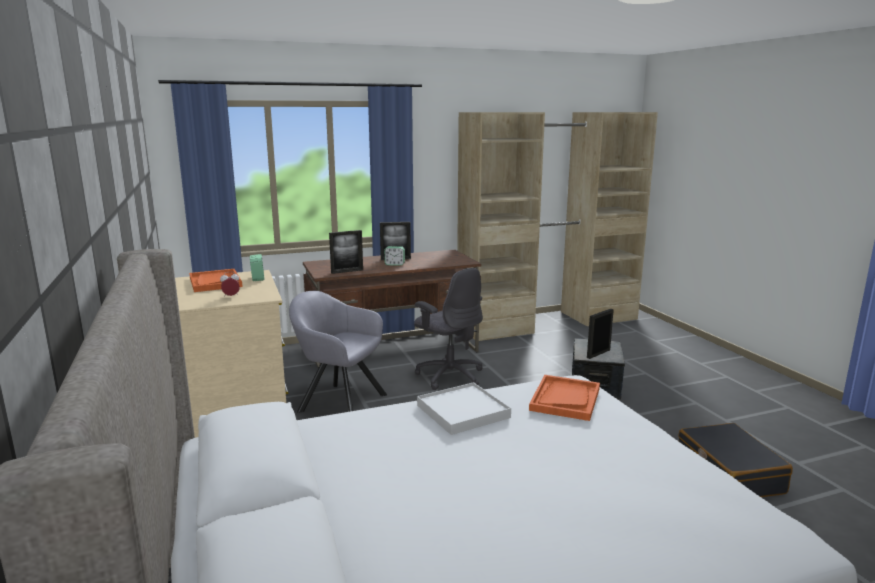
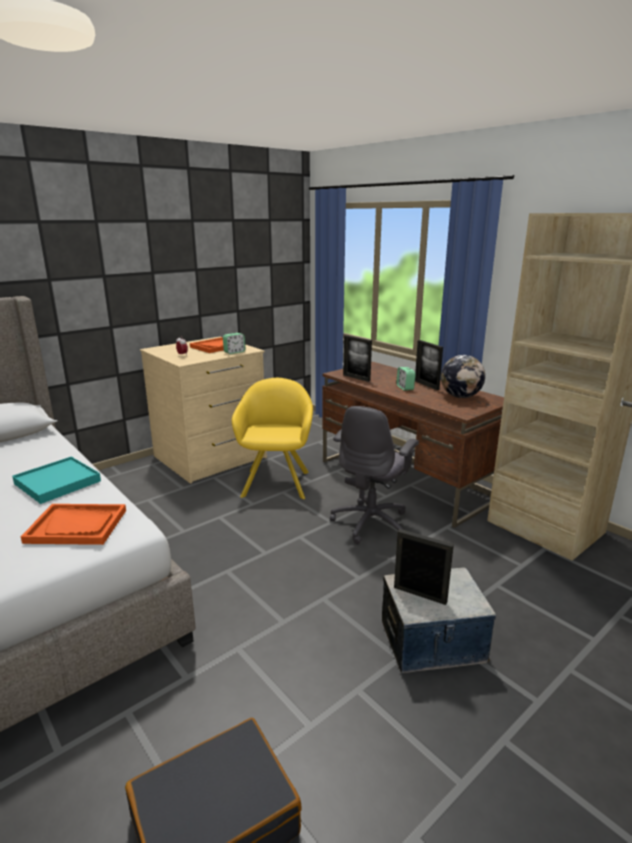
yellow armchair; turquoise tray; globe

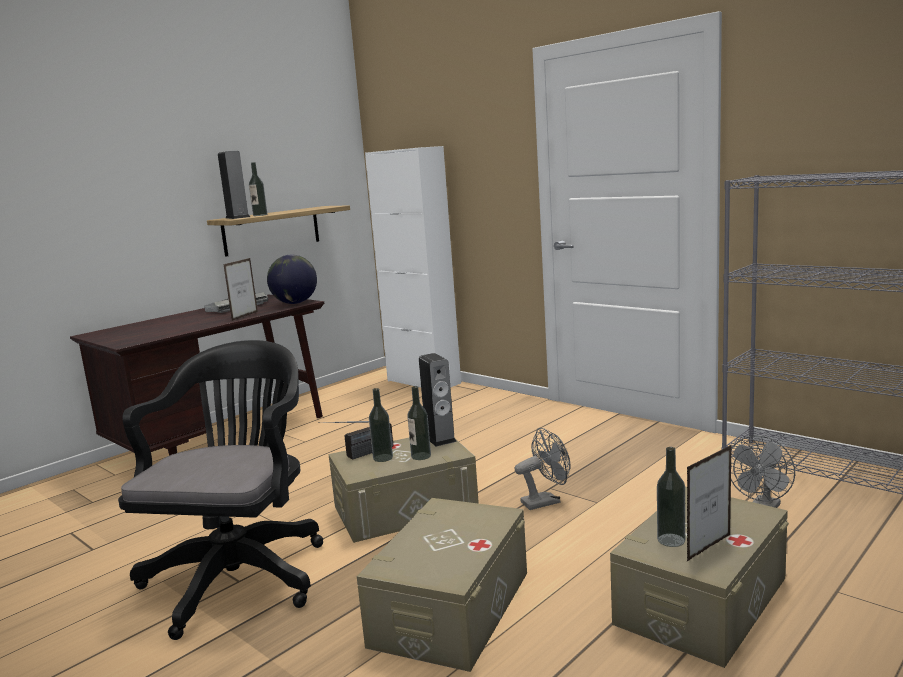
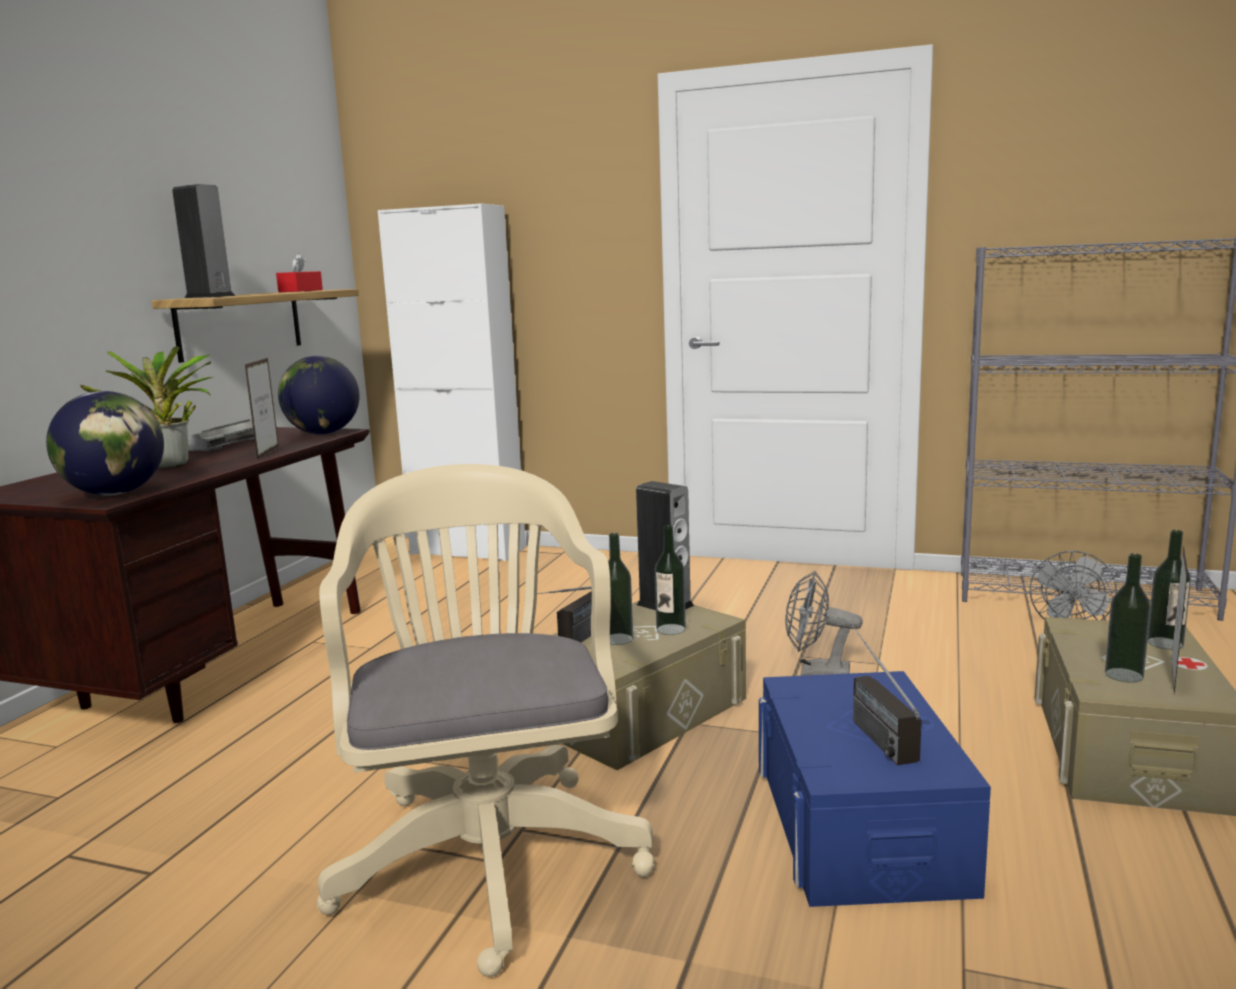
beige office chair; bottle (4th from left); blue storage box; grey fan (1st from left); globe (1st from left); potted plant; red tissue box; radio (2nd from left)

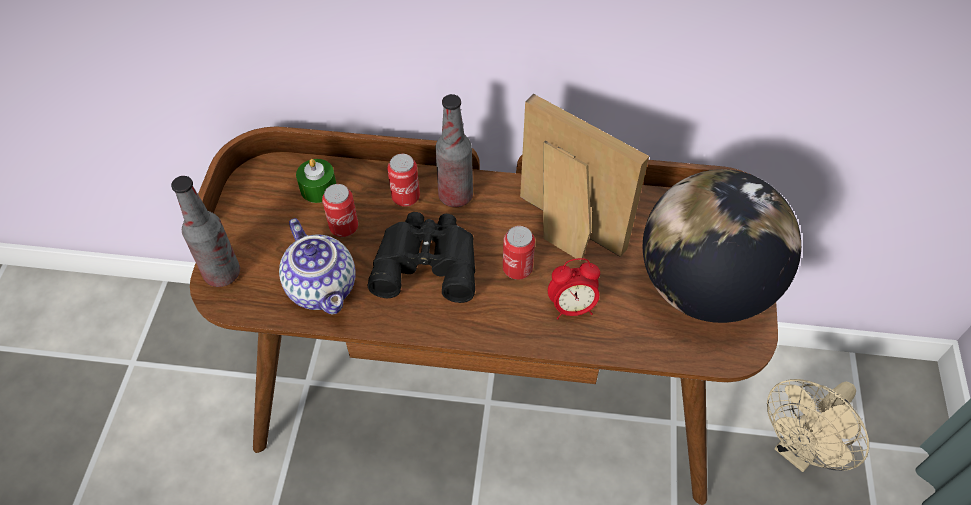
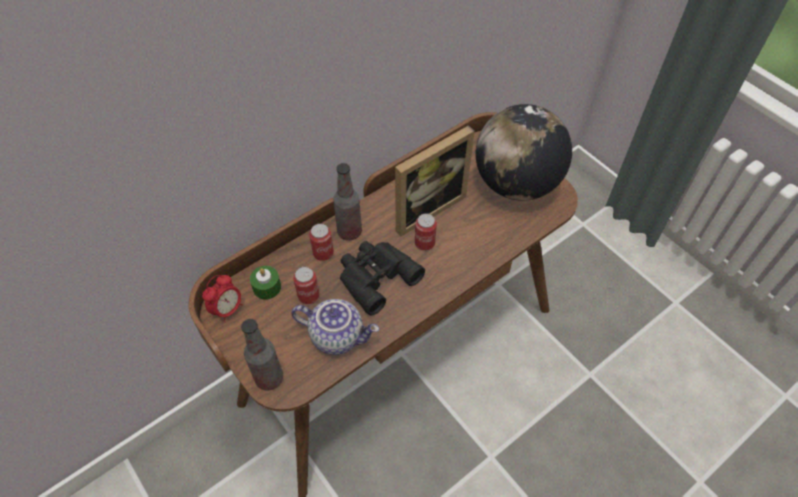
picture frame; alarm clock; beige fan

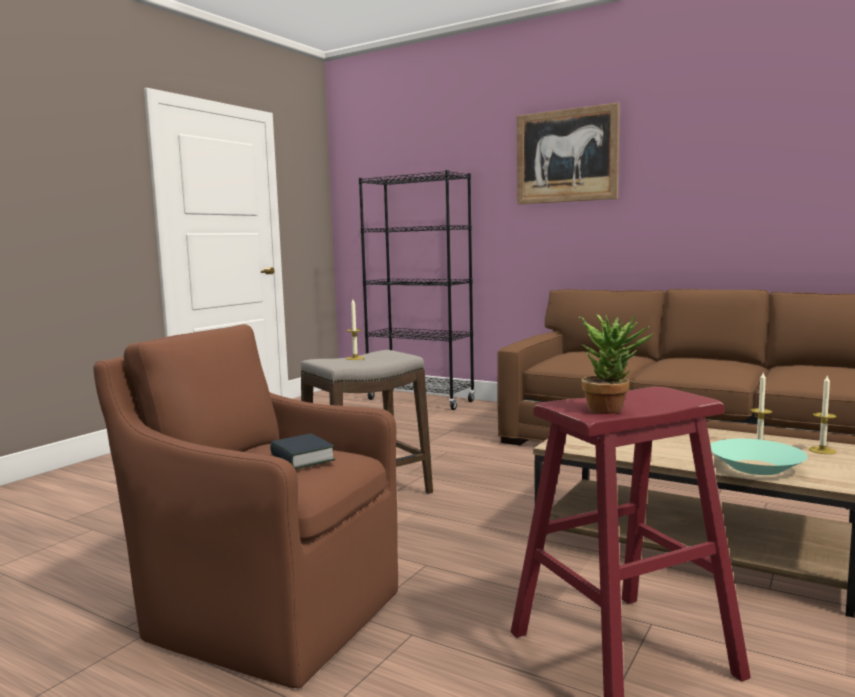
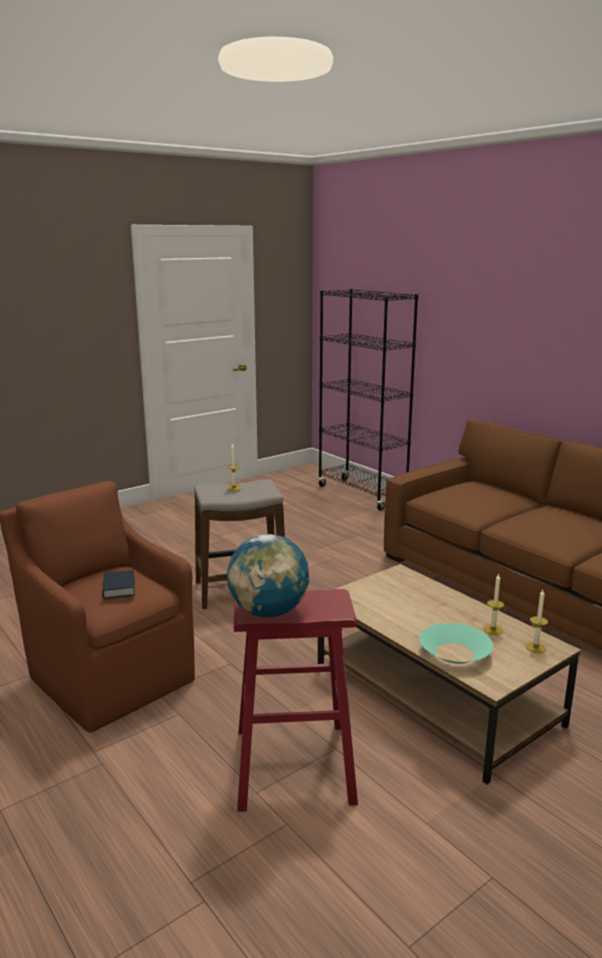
picture; globe

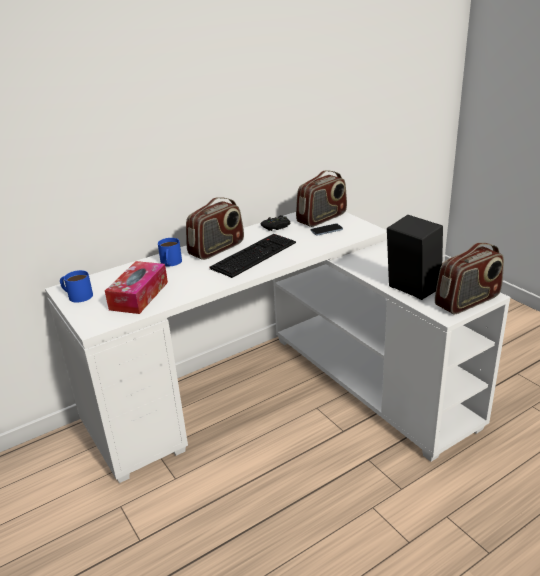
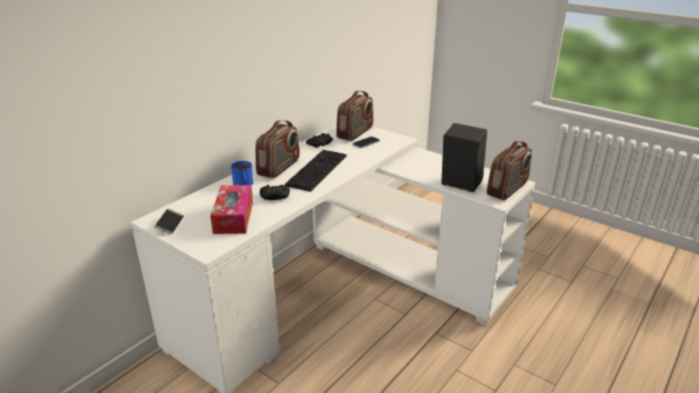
phone (1st from left); black game controller (1st from left)

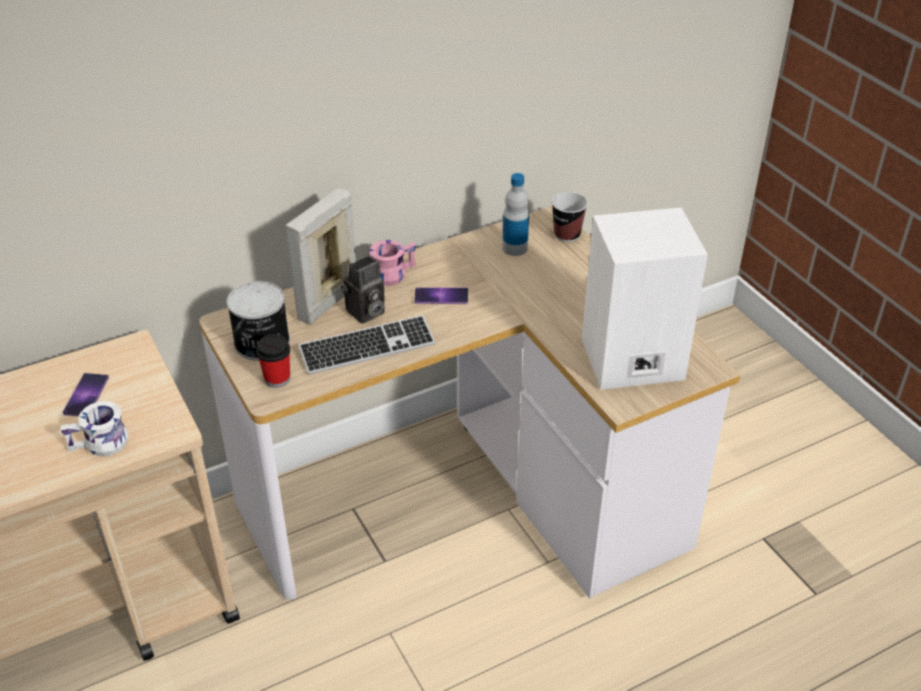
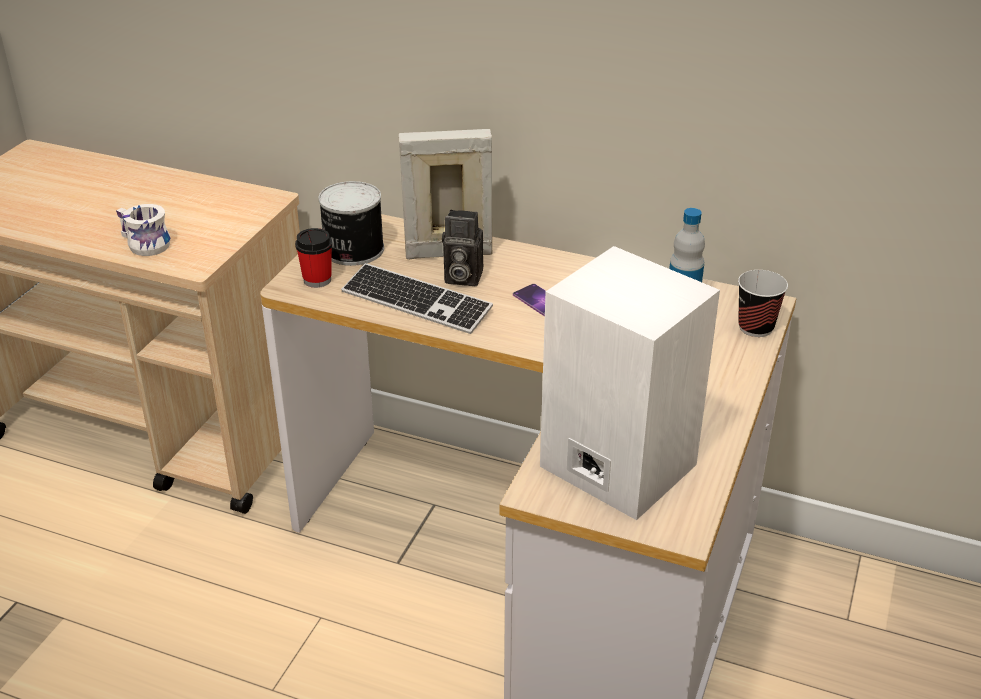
phone (1st from left in the first image); pink mug

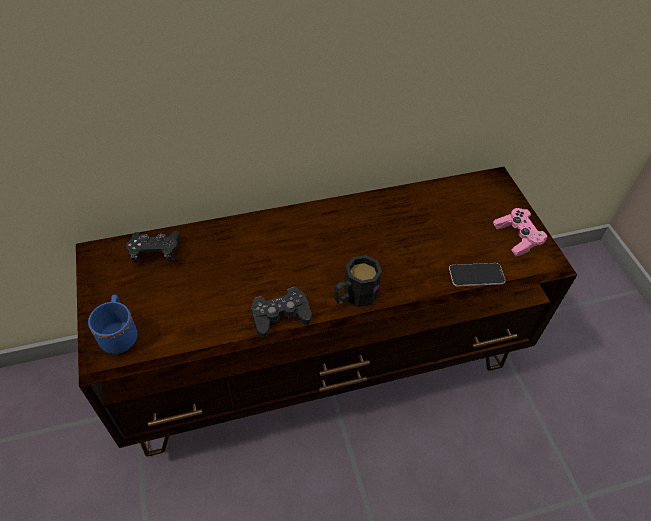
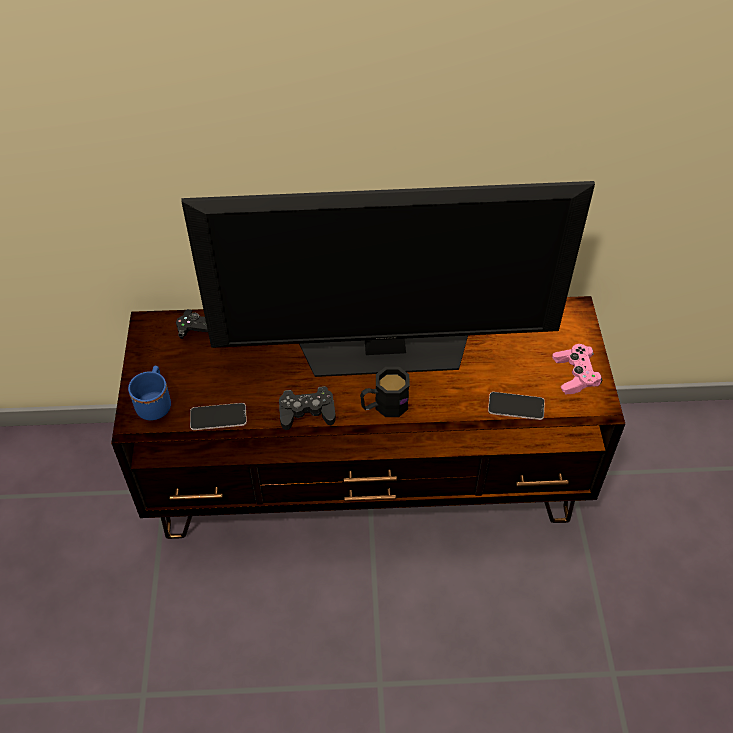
television; phone (1st from left)

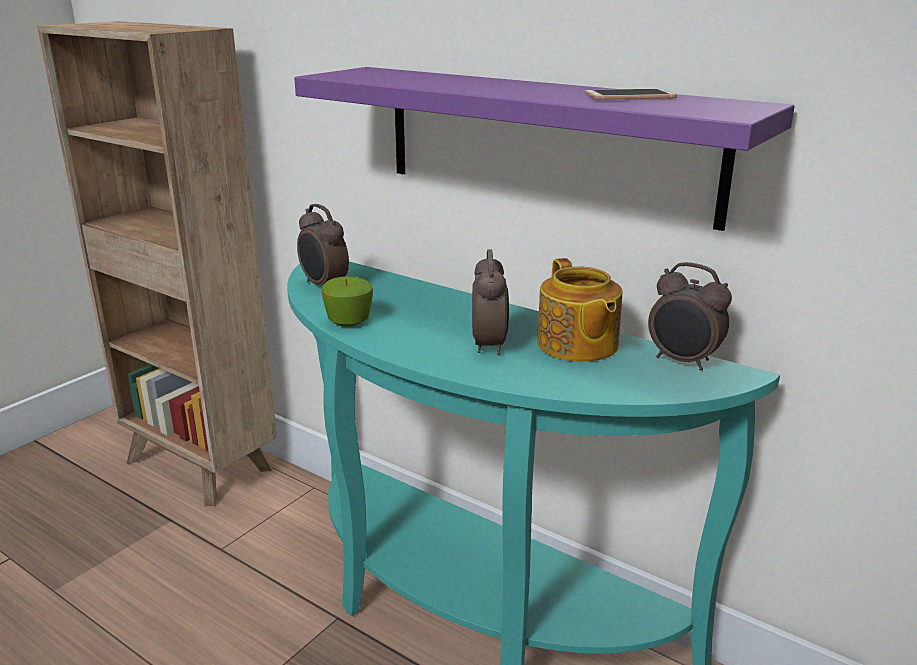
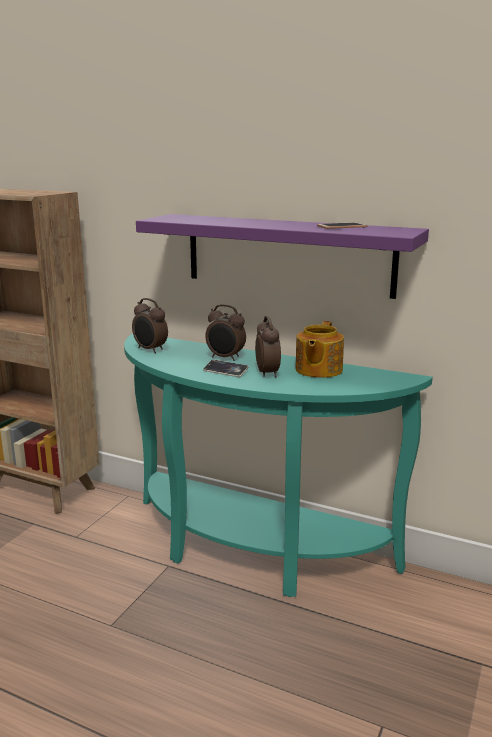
apple; teapot; alarm clock (2nd from left); phone (1st from left)

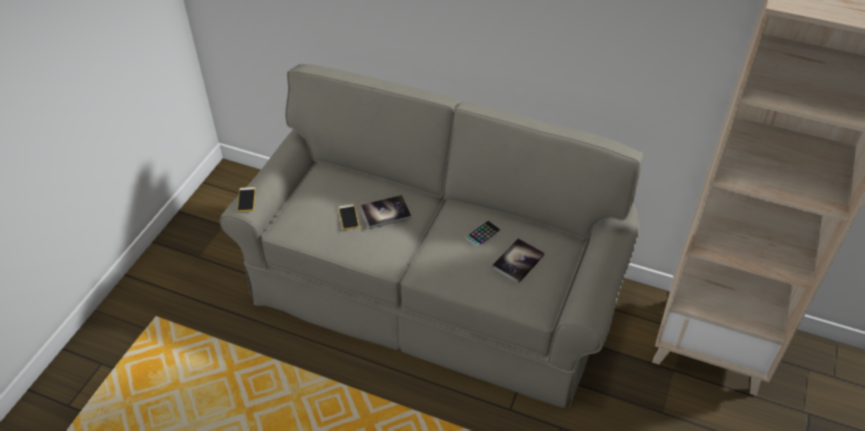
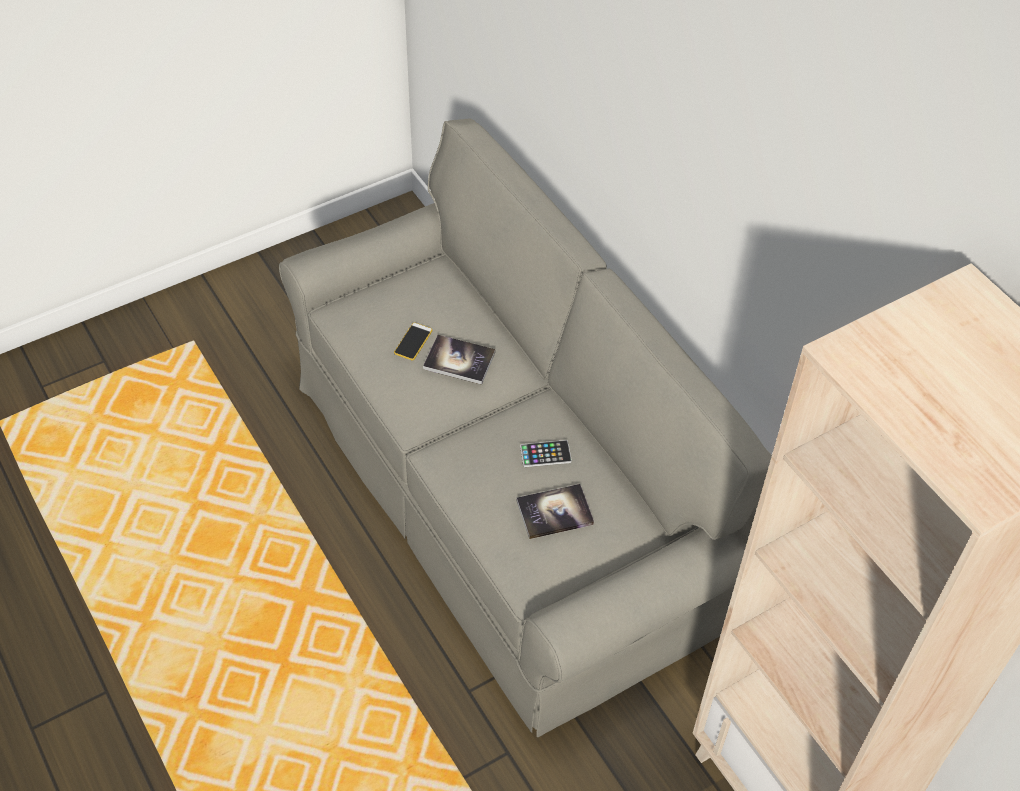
phone (1st from left in the first image)

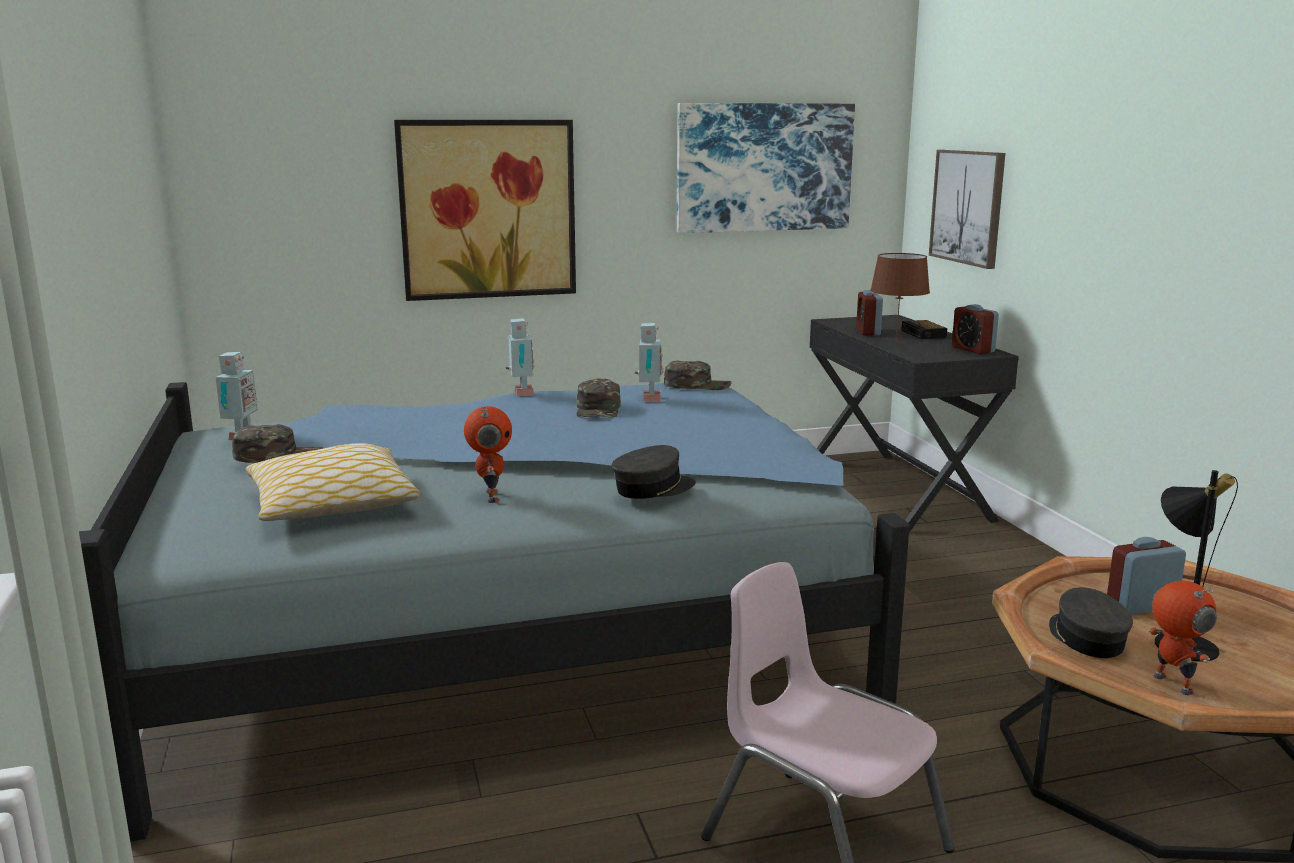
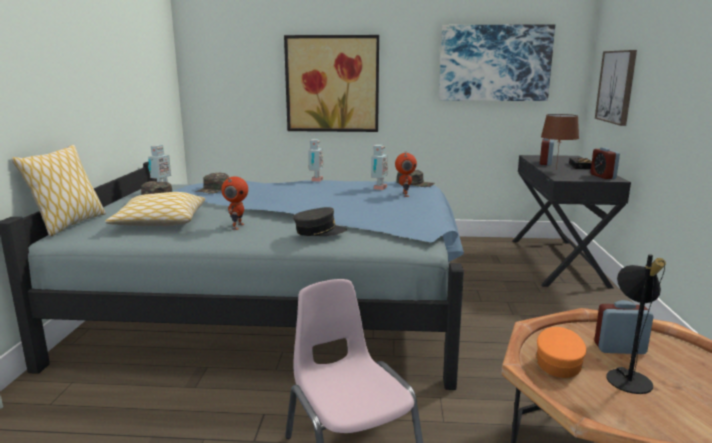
green cap (2nd from left); orange cap; toy robot (5th from left); pillow (1st from left)

